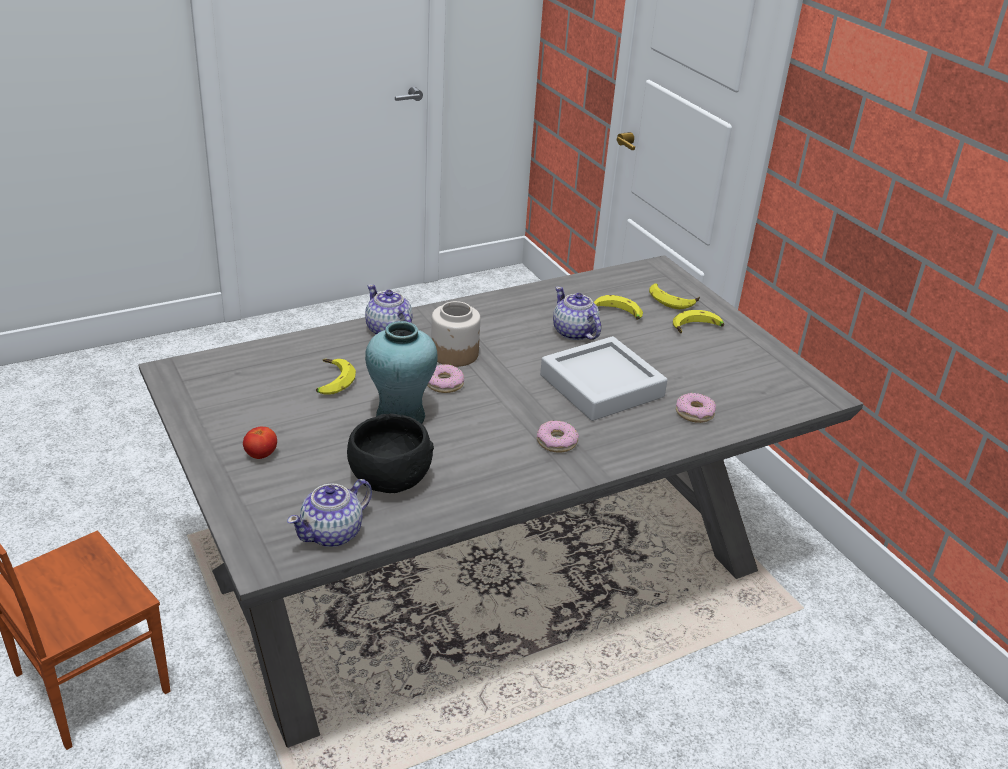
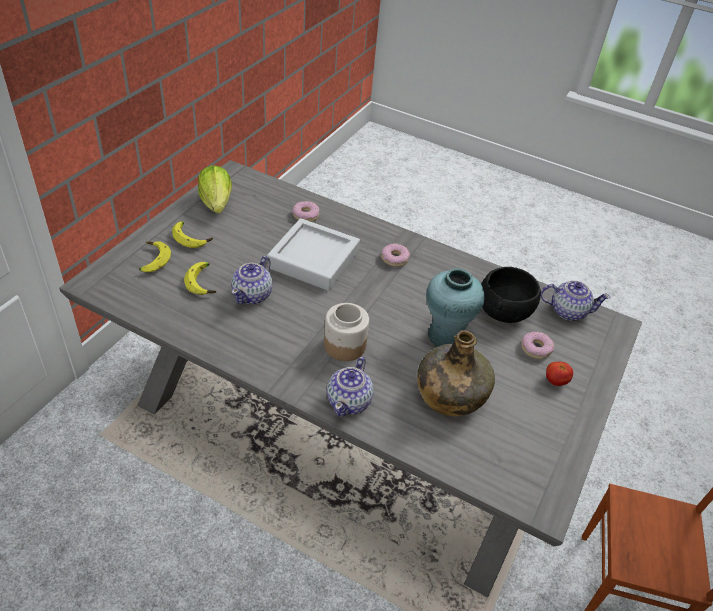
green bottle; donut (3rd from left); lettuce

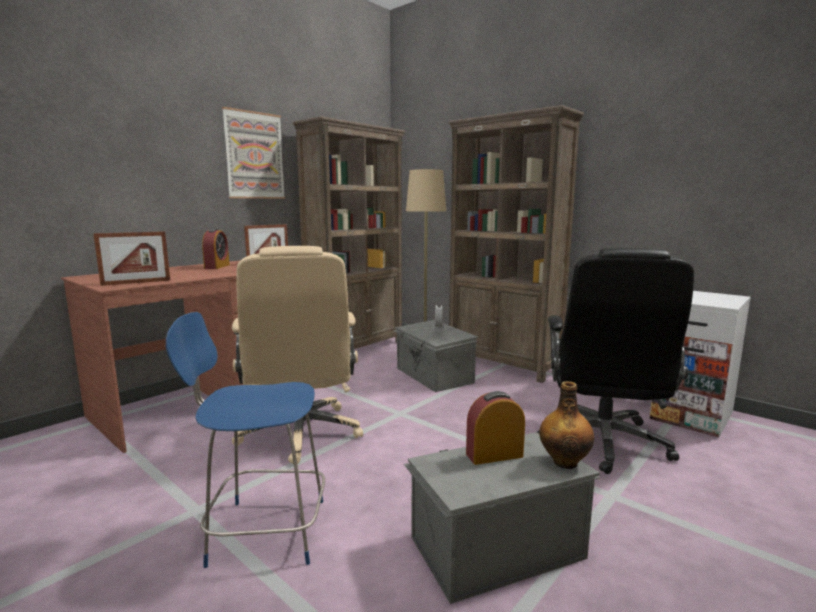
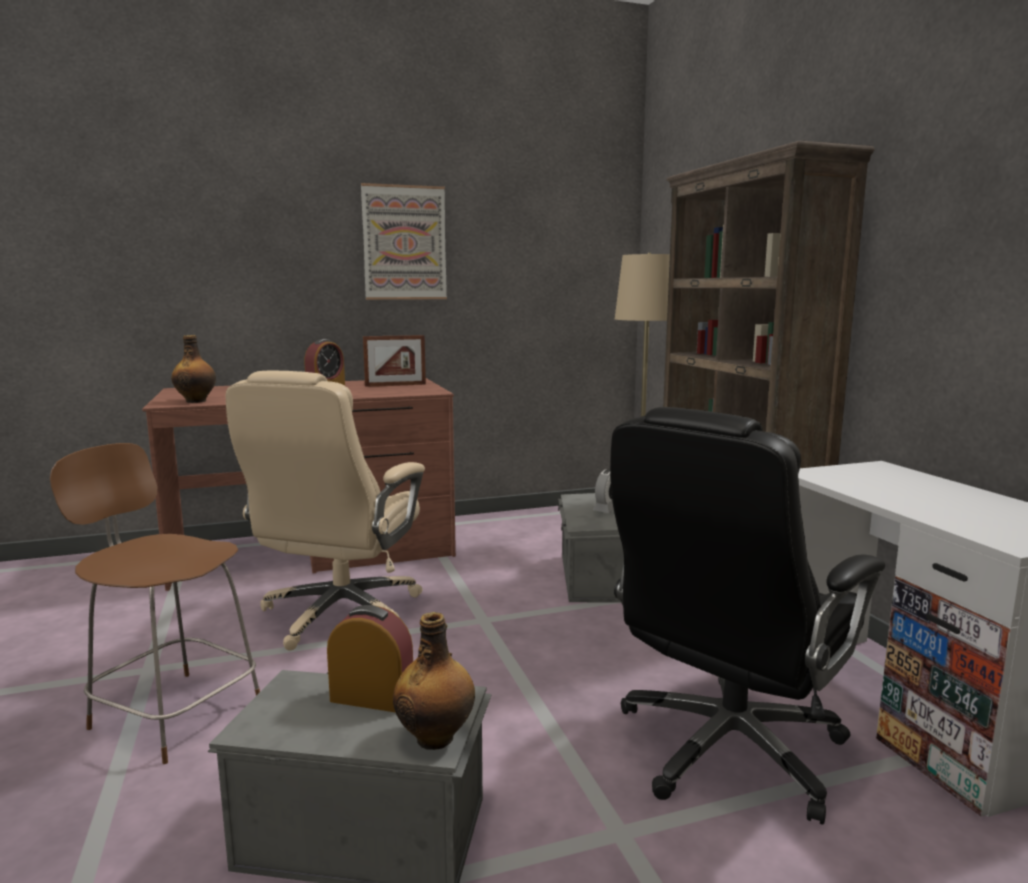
bottle (1st from left); brown chair; brown bookcase (1st from left in the first image)

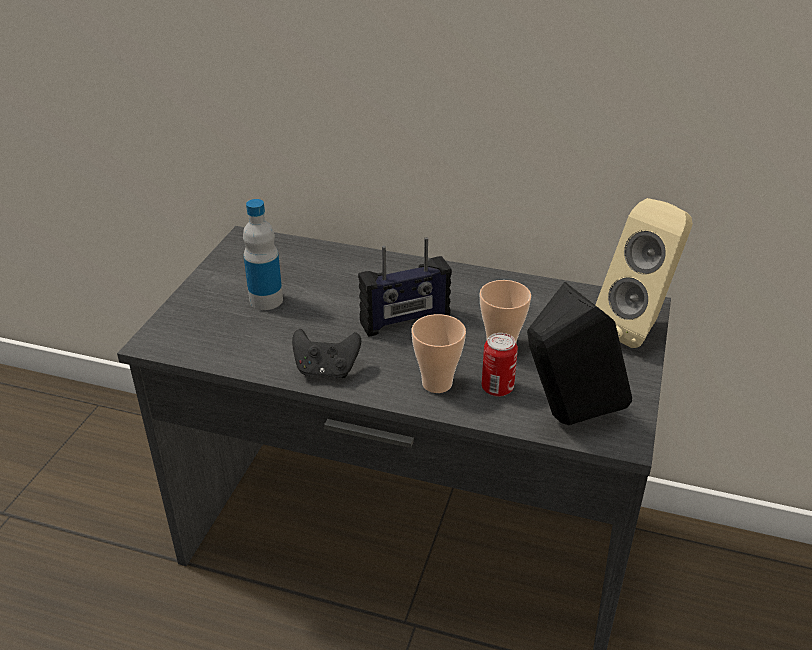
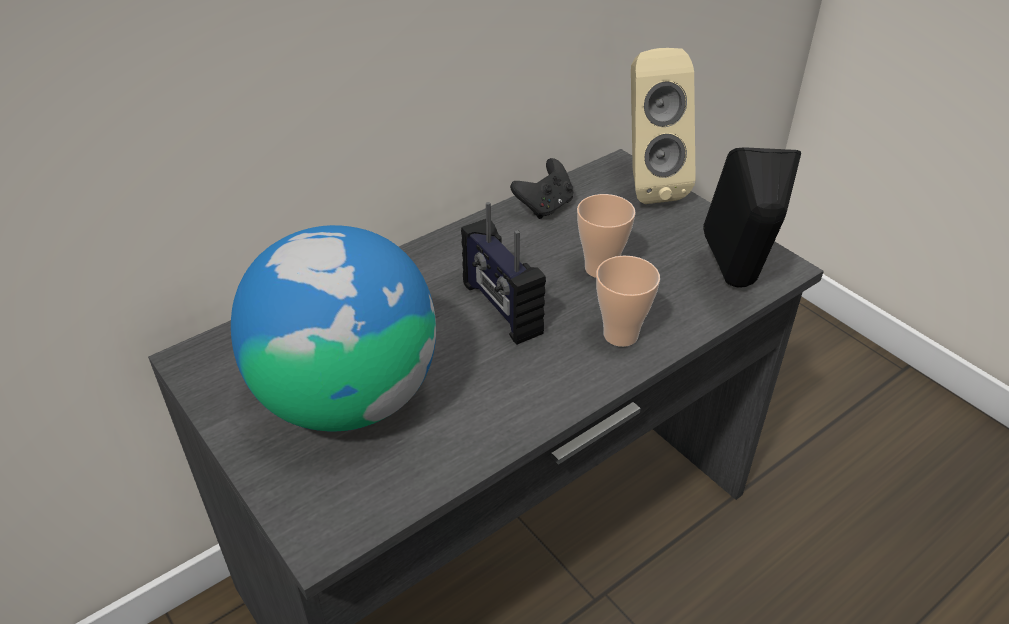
globe; black game controller; radio; can

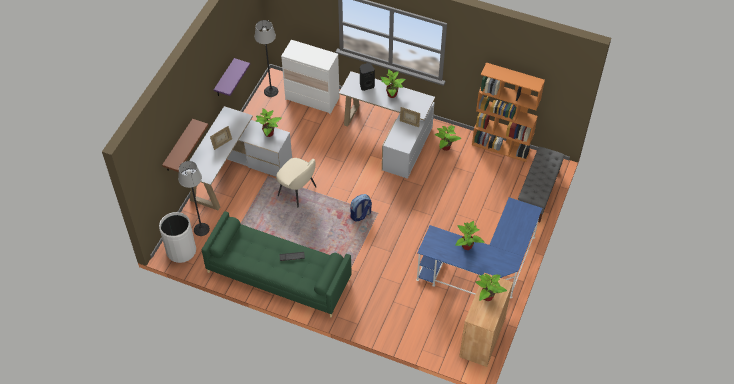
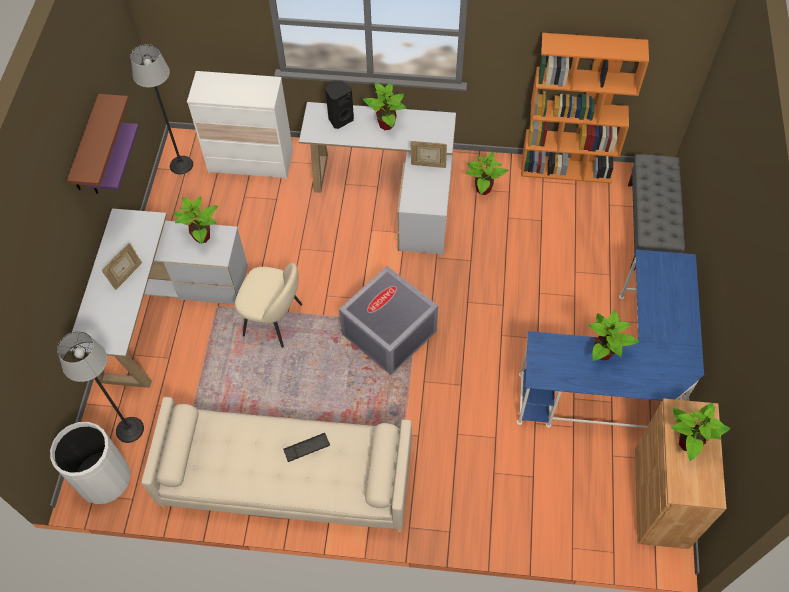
brown shelf; beige sofa; grey storage box

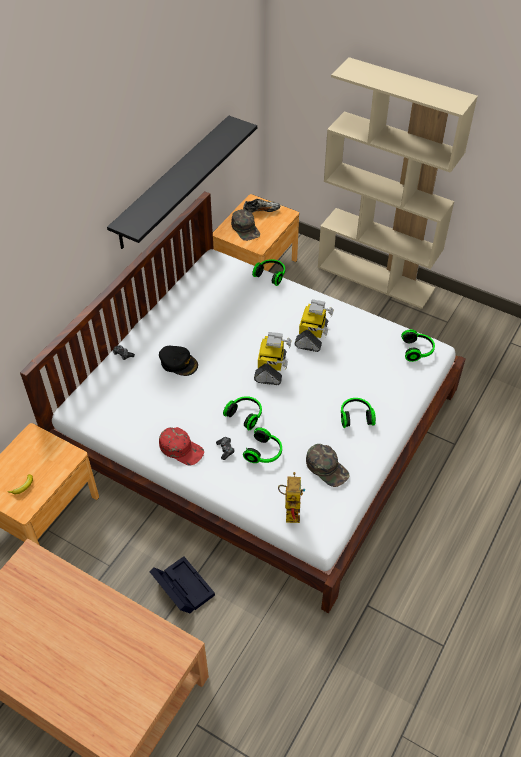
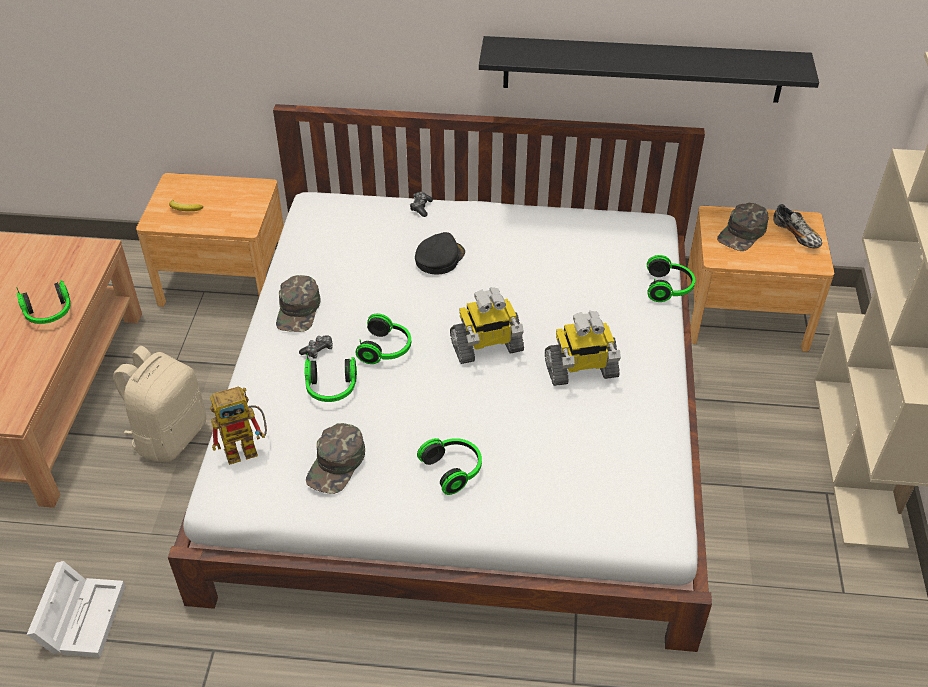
beige backpack; black cap; green cap (1st from left); headphones (1st from left); white storage box

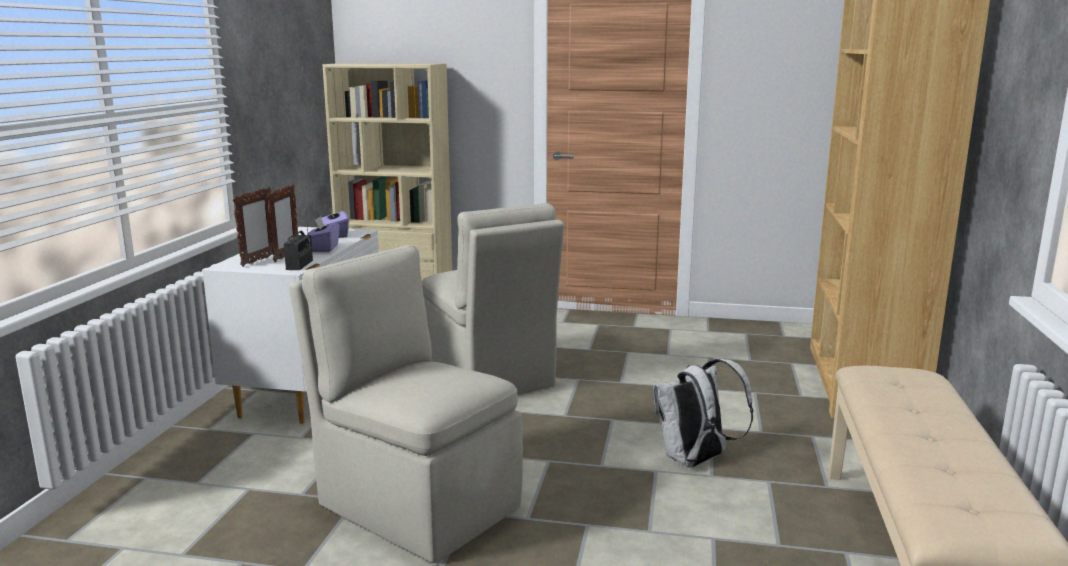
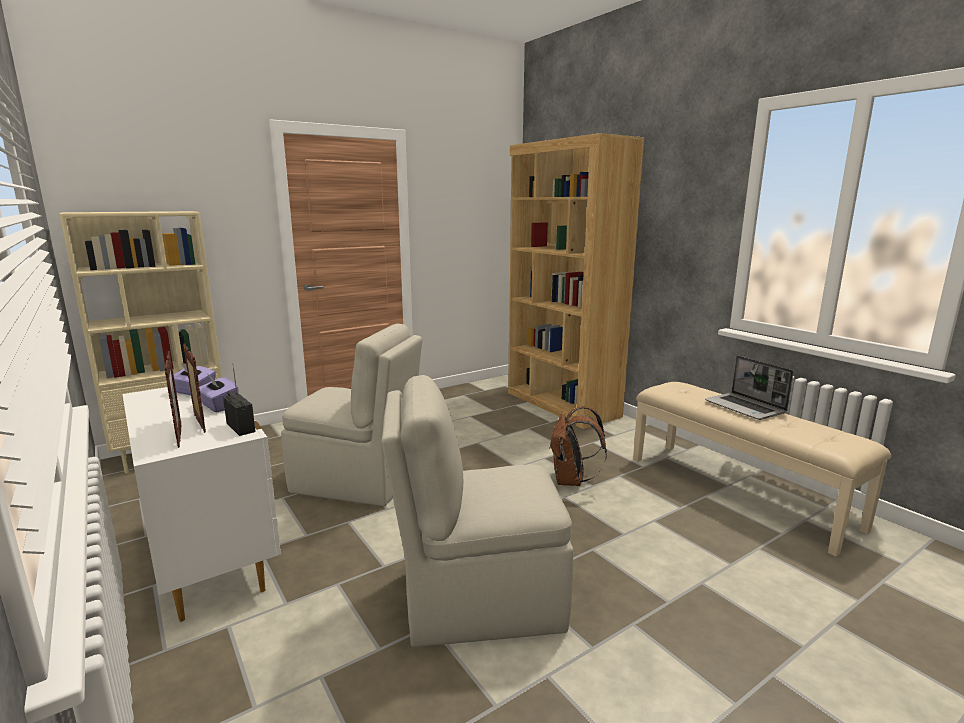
brown backpack; laptop

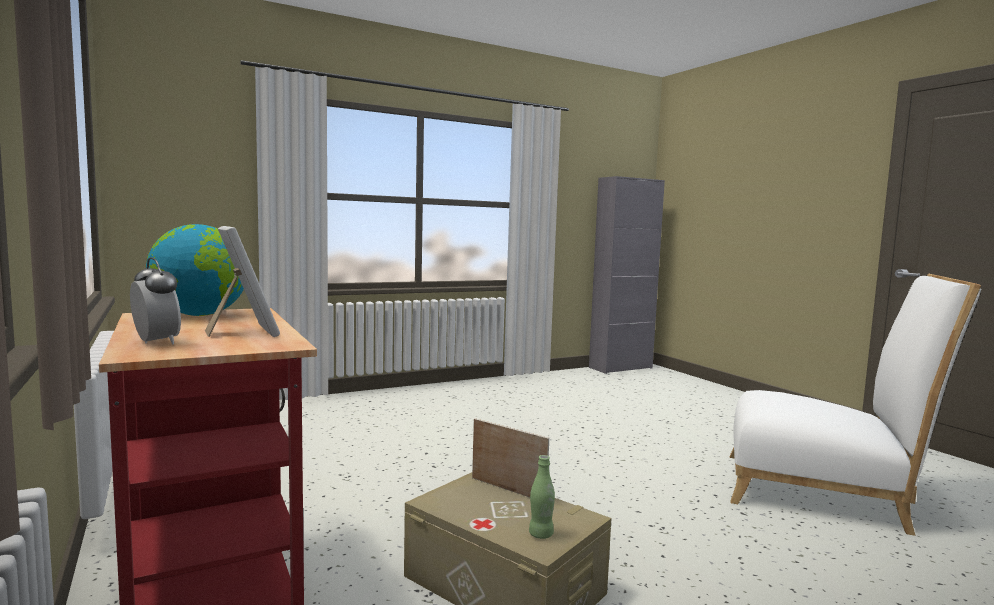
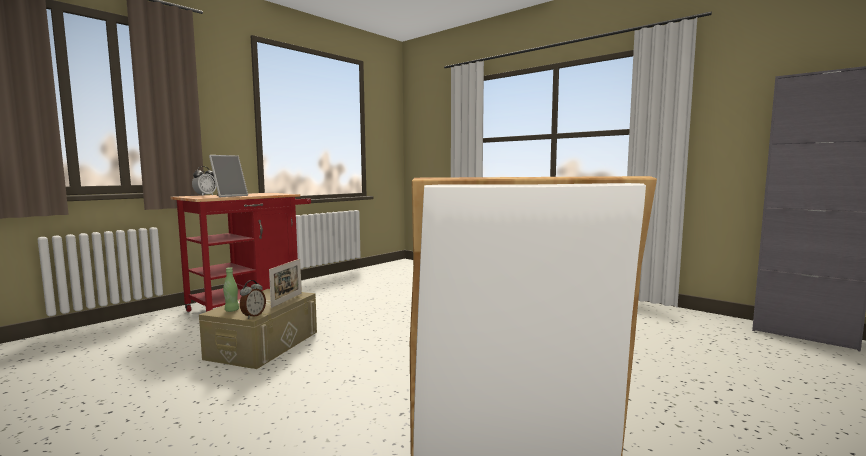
globe; alarm clock (2nd from left)

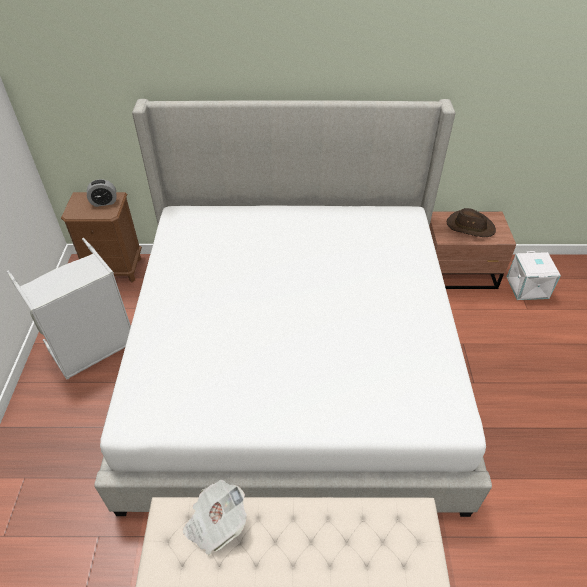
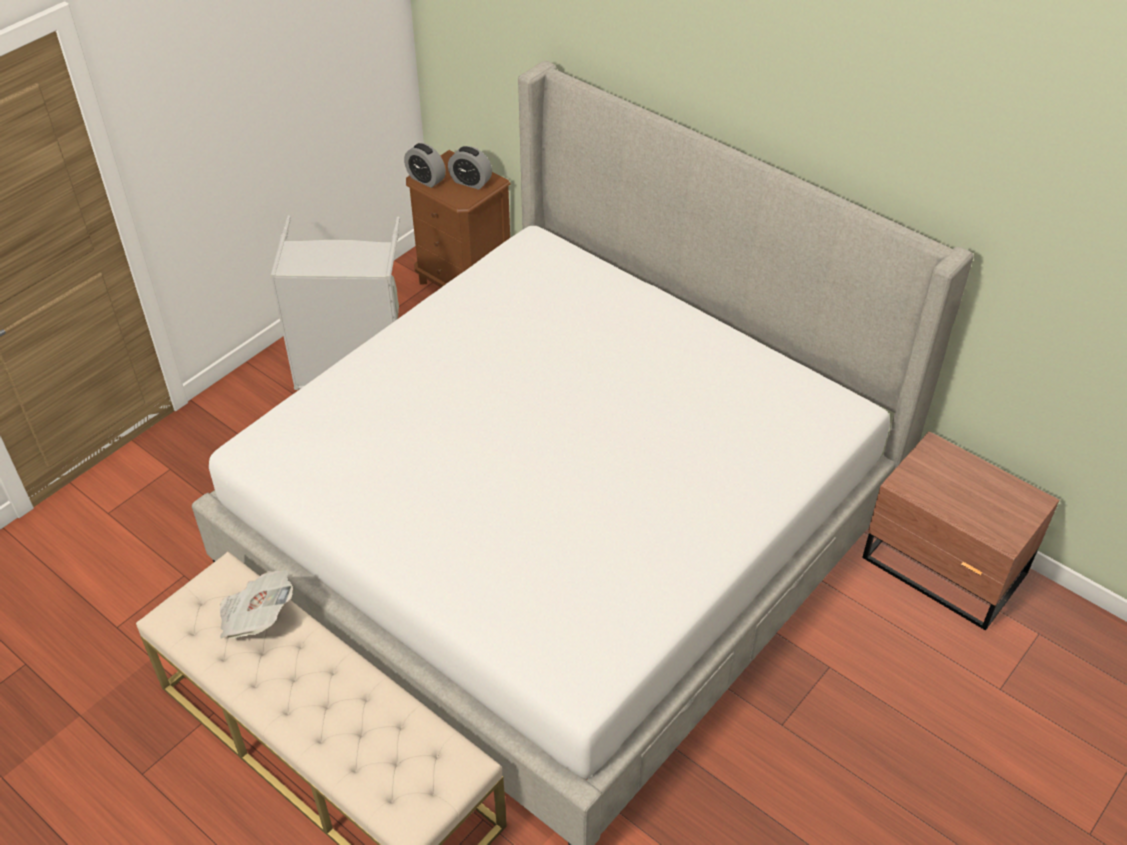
brown hat; white storage box; alarm clock (1st from left)

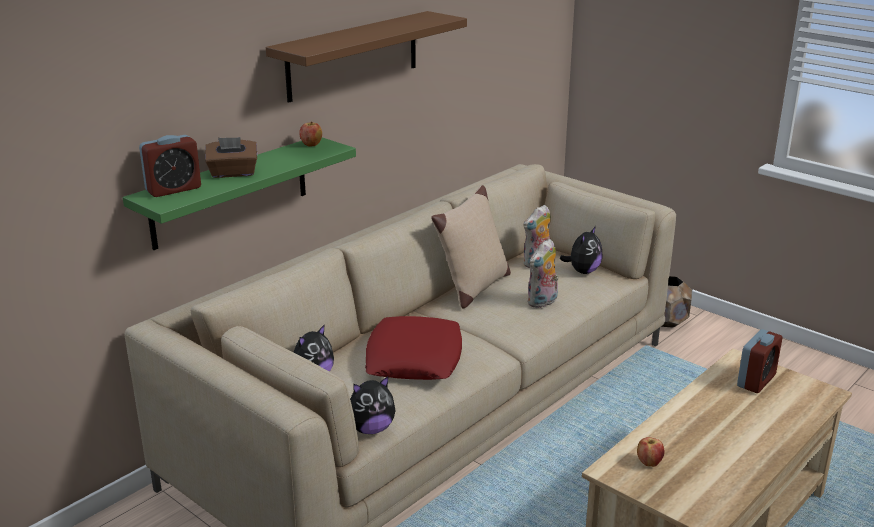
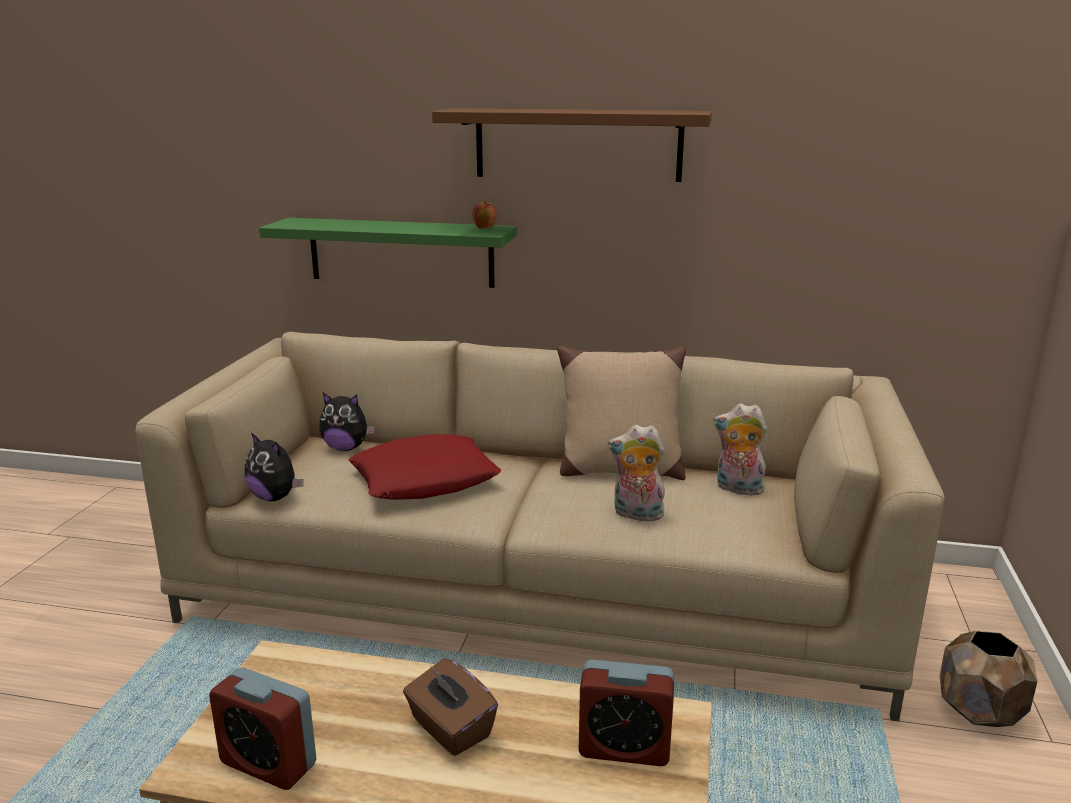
alarm clock (1st from left); brown tissue box; plush toy (5th from left in the first image); apple (2nd from left in the first image)

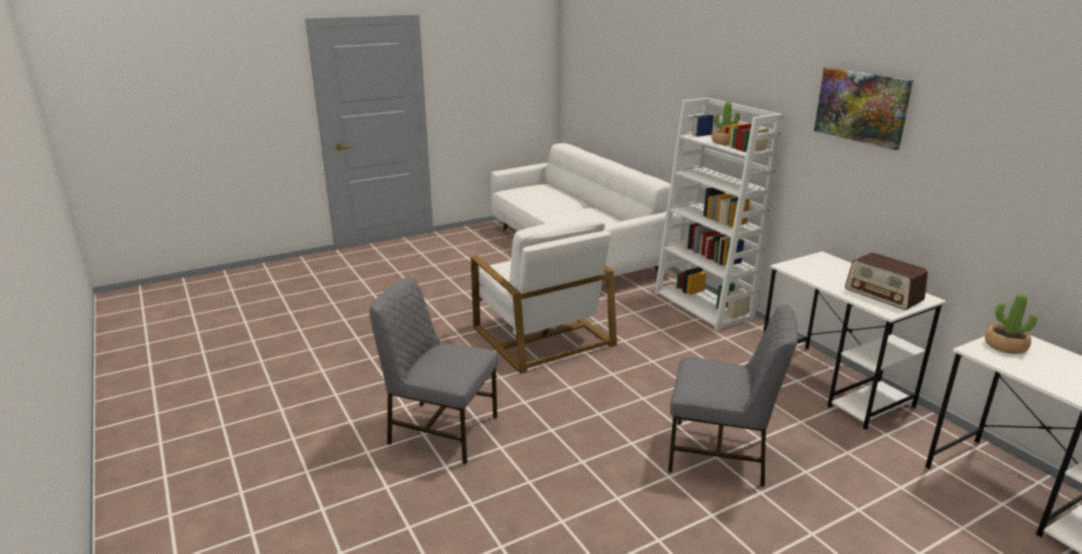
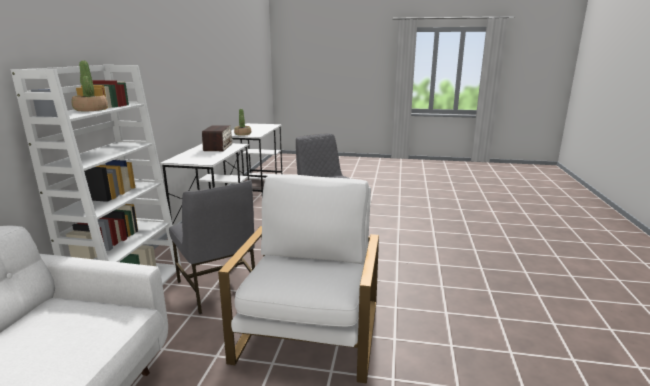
grey chair (1st from left); picture

